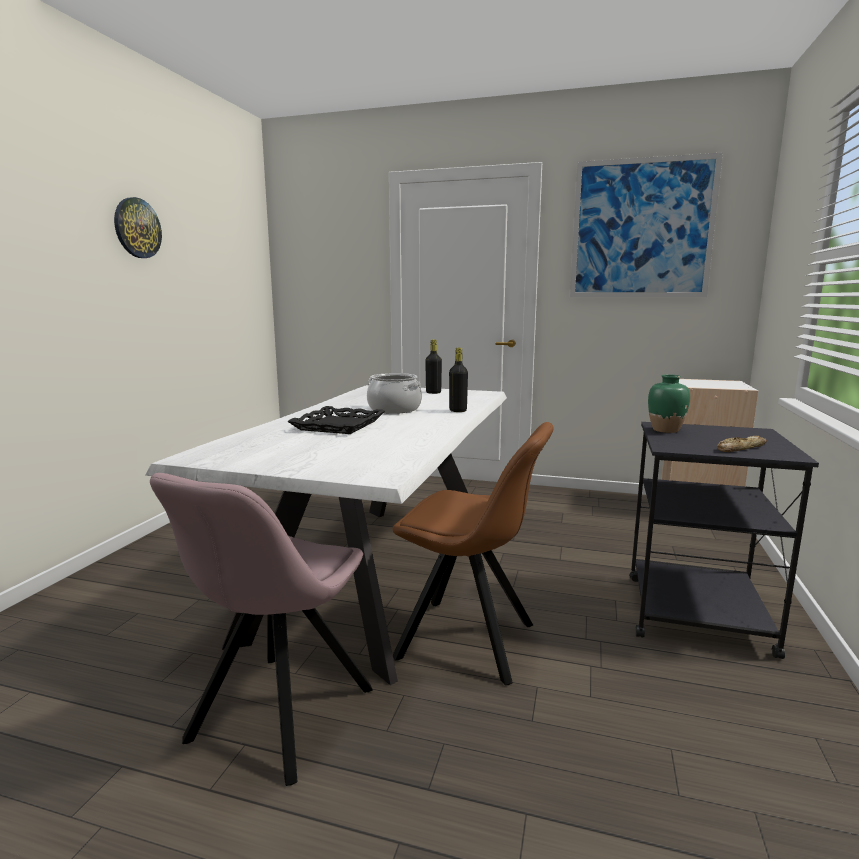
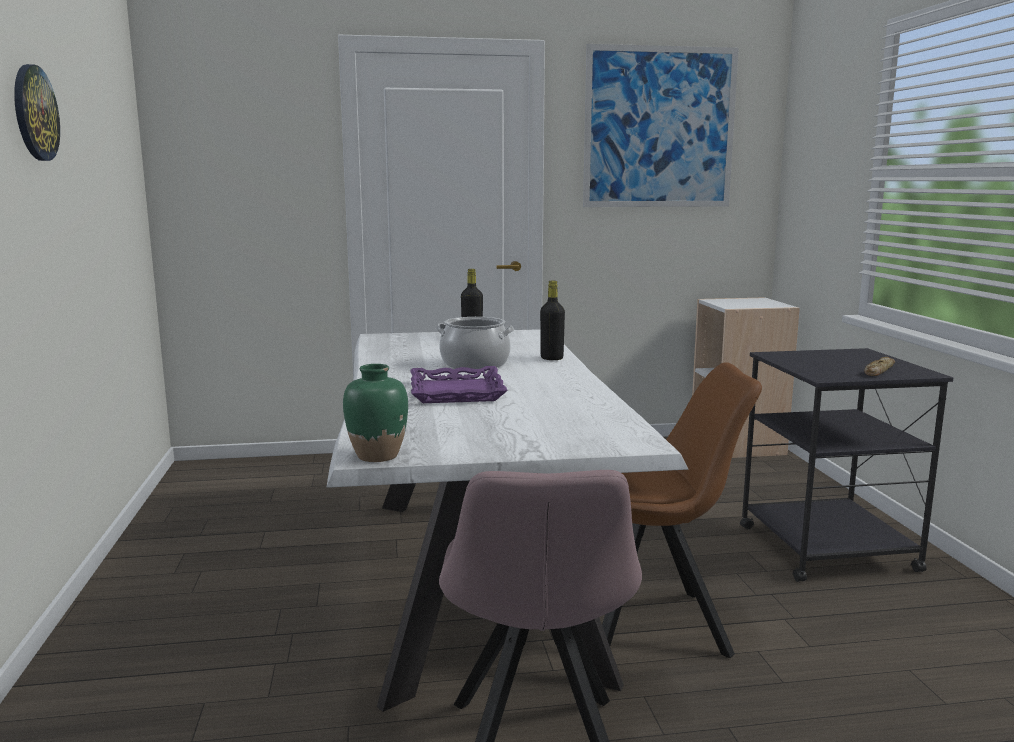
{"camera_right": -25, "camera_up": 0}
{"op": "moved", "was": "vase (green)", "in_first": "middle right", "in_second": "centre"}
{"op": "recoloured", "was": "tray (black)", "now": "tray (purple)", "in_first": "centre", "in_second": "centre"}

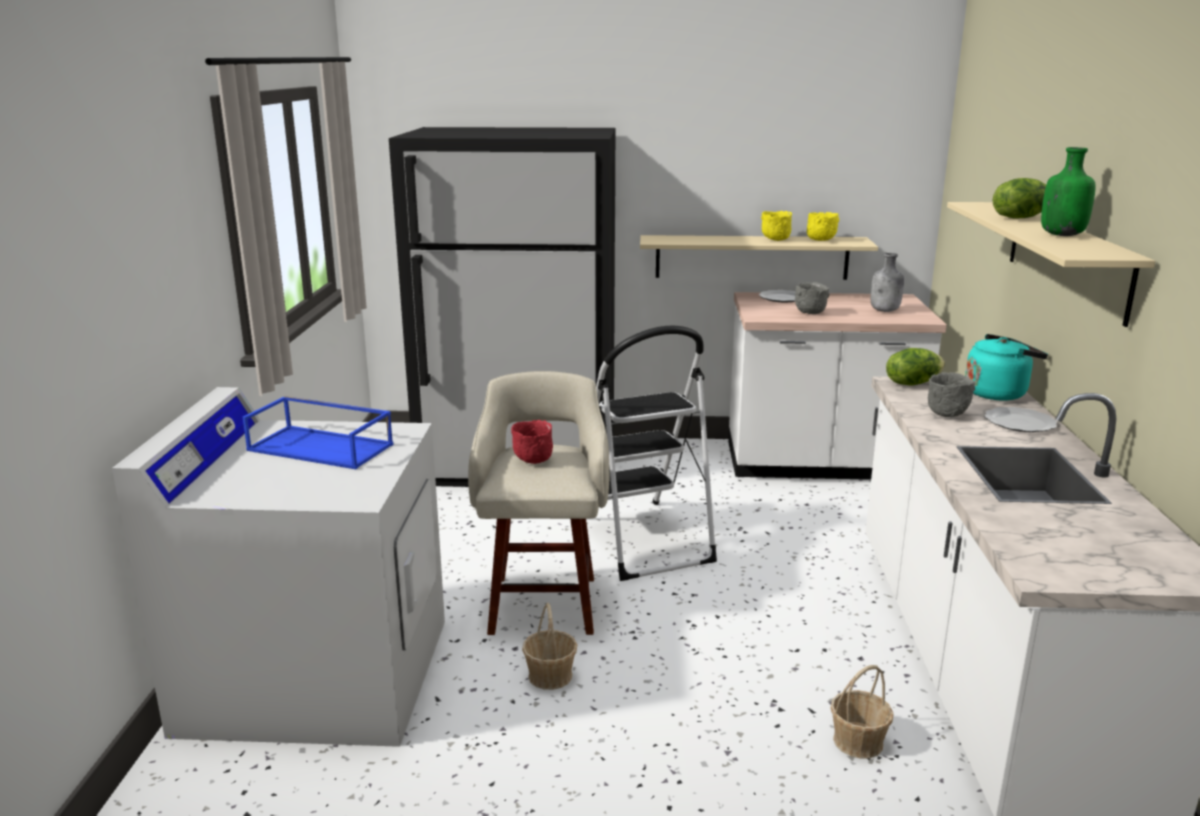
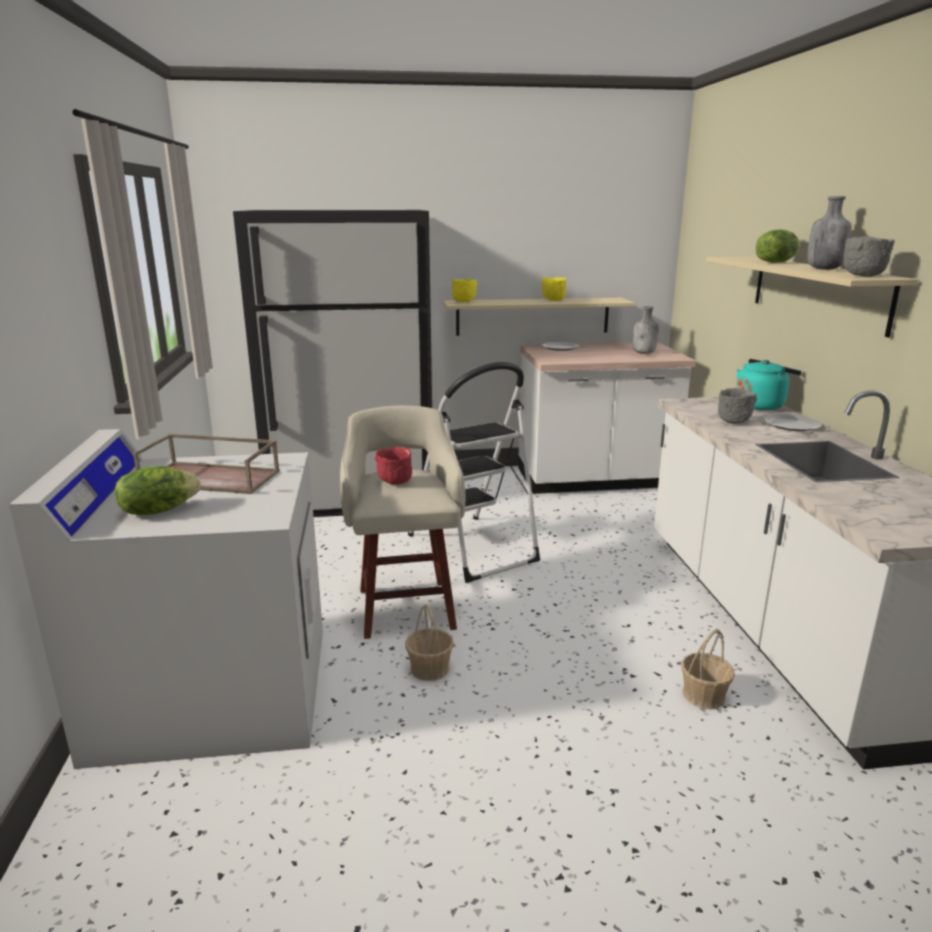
{"camera_right": -10, "camera_up": 0}
{"op": "moved", "was": "lettuce (1st from left)", "in_first": "middle right", "in_second": "middle left"}
{"op": "recoloured", "was": "tray (blue)", "now": "tray (brown)", "in_first": "middle left", "in_second": "middle left"}
{"op": "moved", "was": "bowl (yellow) (2nd from left in the first image)", "now": "bowl (yellow) (1st from left)", "in_first": "top right", "in_second": "top centre"}
{"op": "recoloured", "was": "bottle (green)", "now": "bottle (grey) (2nd from left)", "in_first": "top right", "in_second": "top right"}
{"op": "moved", "was": "bowl (grey) (1st from left in the first image)", "now": "bowl (grey) (2nd from left)", "in_first": "middle right", "in_second": "top right"}

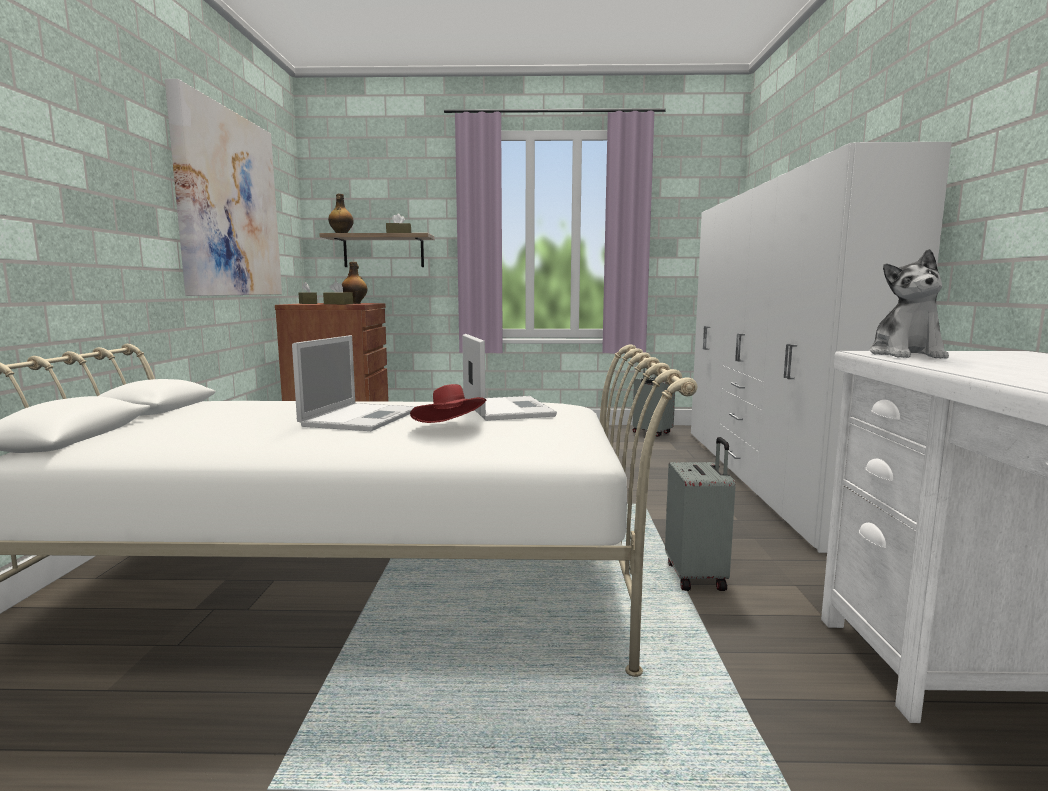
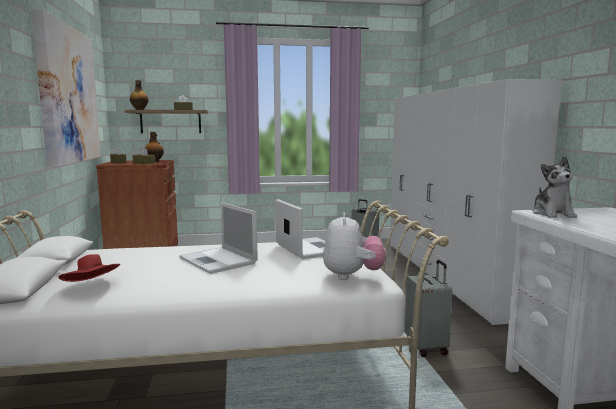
{"camera_right": -10, "camera_up": 0}
{"op": "moved", "was": "hat (red)", "in_first": "centre", "in_second": "middle left"}
{"op": "turned", "was": "laptop (1st from left)", "in_first": "centre", "in_second": "centre", "clockwise": 135}
{"op": "added", "now": "plush toy (1st from left)", "in_second": "centre"}

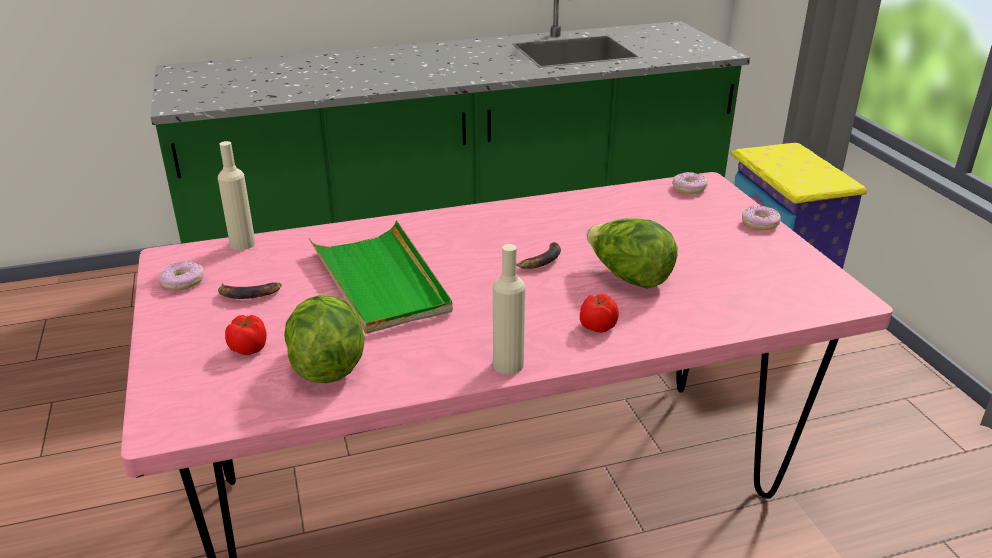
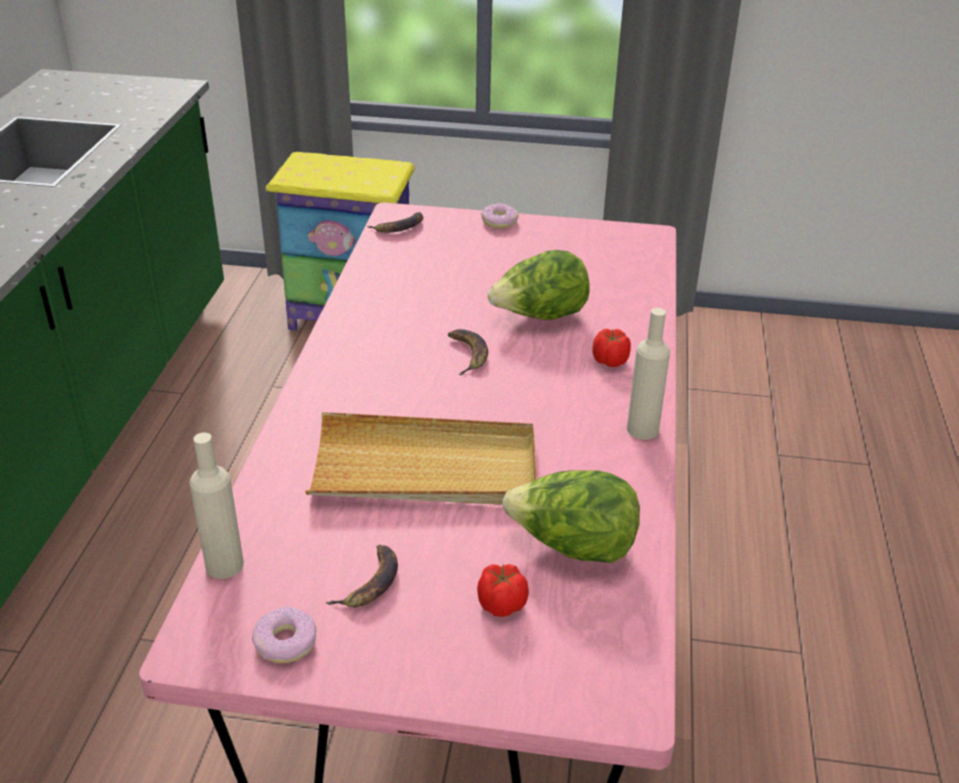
{"camera_right": -65, "camera_up": 5}
{"op": "recoloured", "was": "tray (green)", "now": "tray (beige)", "in_first": "centre", "in_second": "centre"}
{"op": "replaced", "was": "donut (2nd from left)", "now": "banana (2nd from left)", "in_first": "top right", "in_second": "top centre"}

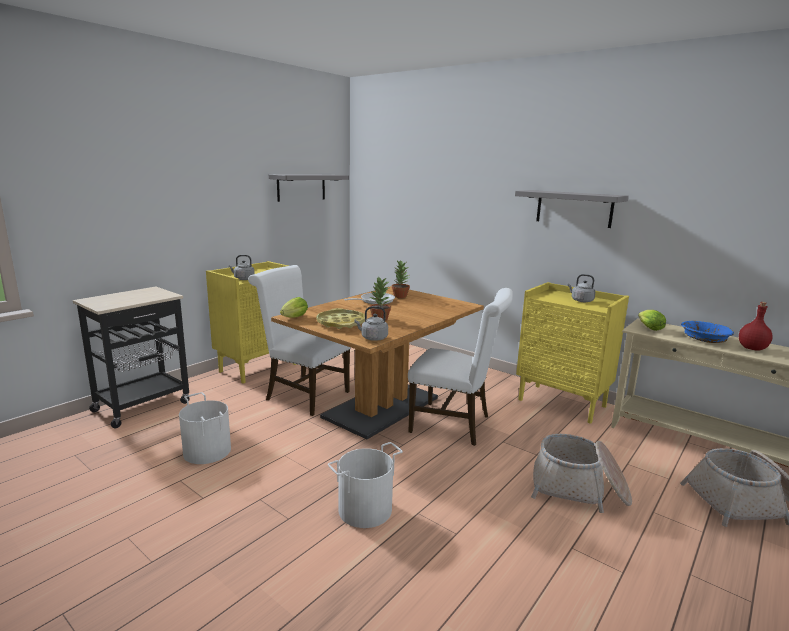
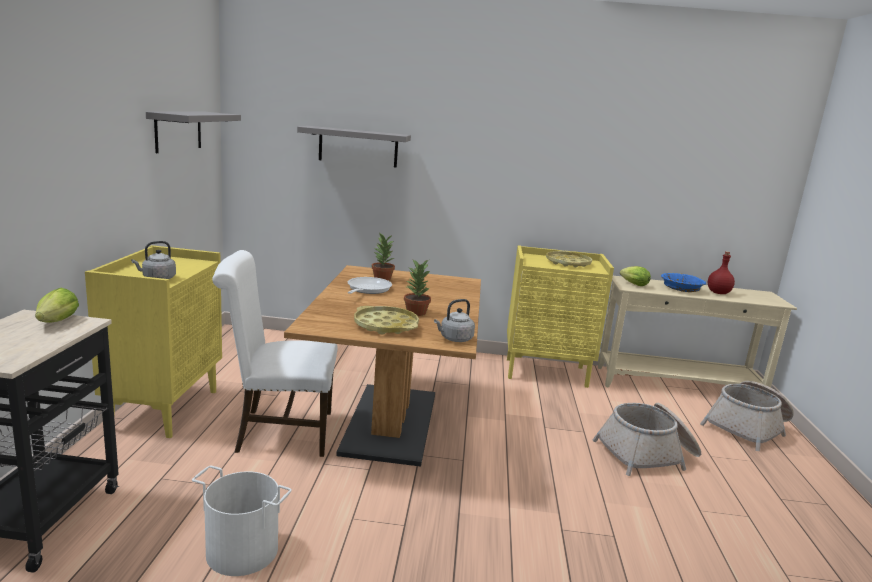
{"camera_right": -35, "camera_up": 0}
{"op": "moved", "was": "lettuce (1st from left)", "in_first": "centre", "in_second": "middle left"}
{"op": "moved", "was": "shelf (grey) (2nd from left)", "in_first": "top right", "in_second": "top centre"}
{"op": "replaced", "was": "kettle (grey) (3rd from left)", "now": "tray (yellow) (2nd from left)", "in_first": "middle right", "in_second": "centre"}
{"op": "removed", "was": "bucket (white) (2nd from left)", "in_first": "bottom centre"}
{"op": "removed", "was": "chair (white) (2nd from left)", "in_first": "centre"}

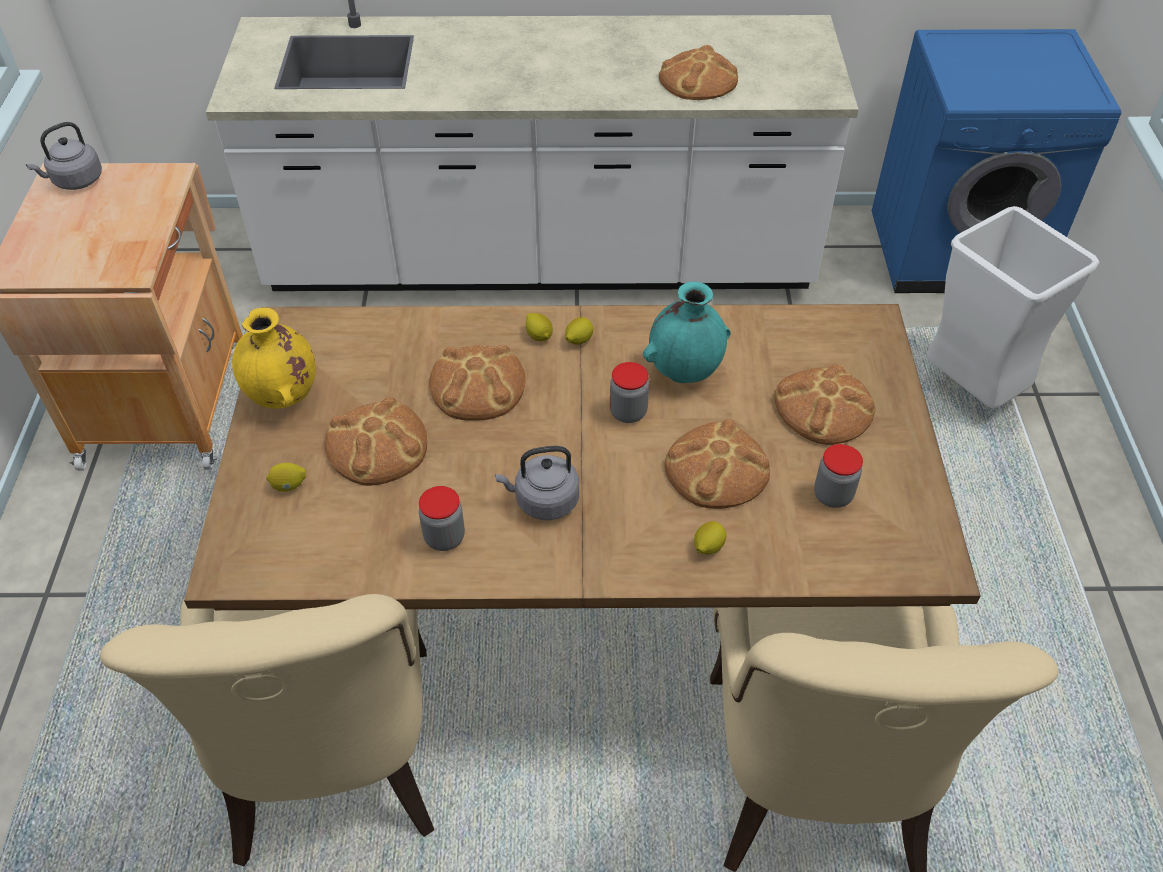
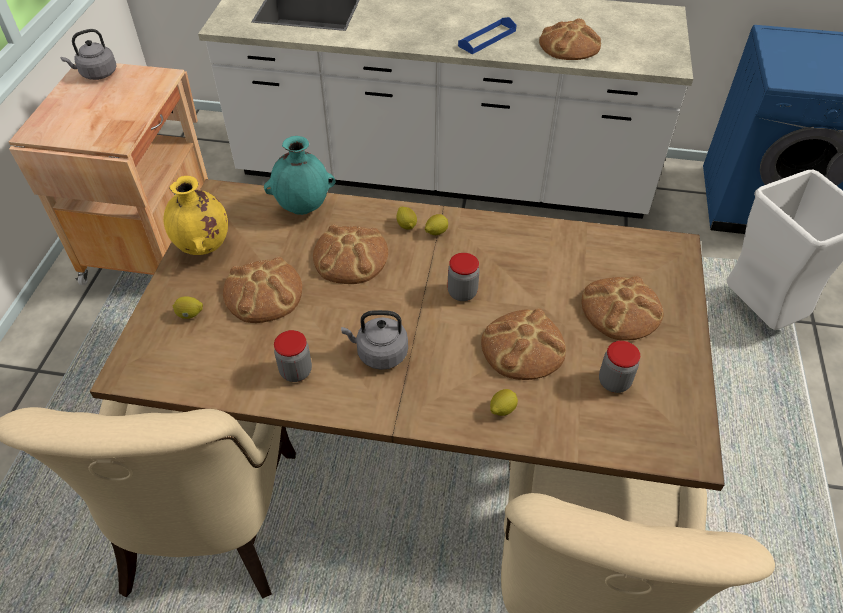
{"camera_right": 10, "camera_up": 0}
{"op": "moved", "was": "vase (turquoise)", "in_first": "centre", "in_second": "top centre"}
{"op": "added", "now": "tray (blue)", "in_second": "top centre"}

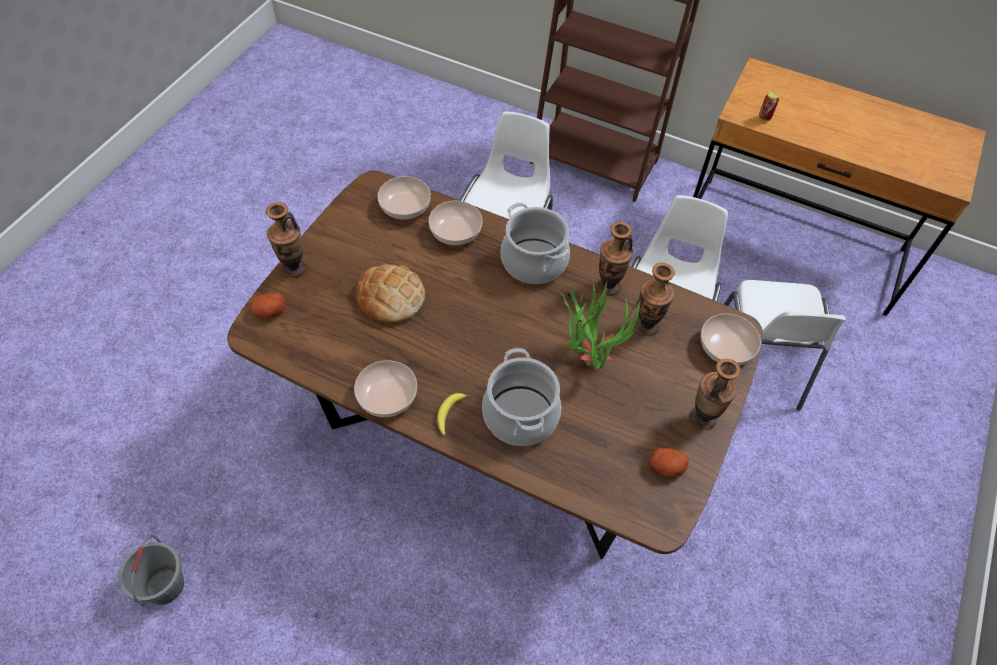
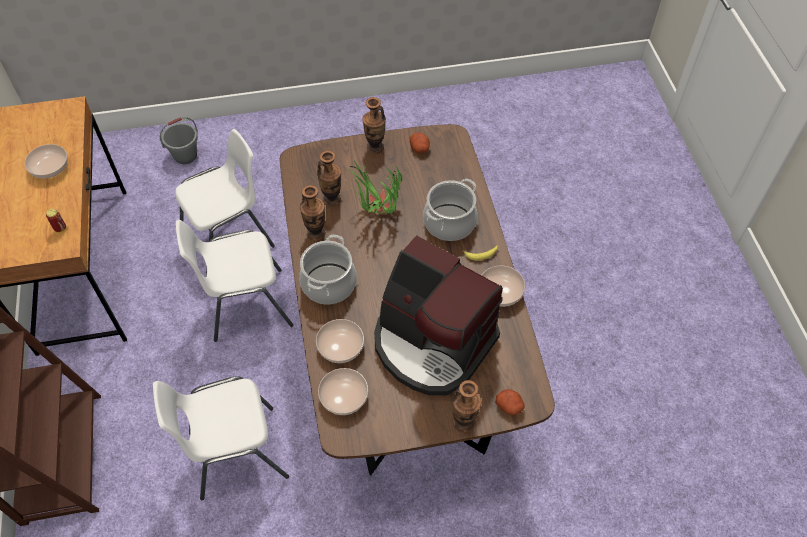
{"camera_right": -125, "camera_up": 0}
{"op": "moved", "was": "bowl (4th from left in the first image)", "now": "bowl (1st from left)", "in_first": "middle right", "in_second": "top left"}
{"op": "moved", "was": "bucket (grey)", "in_first": "bottom left", "in_second": "top left"}
{"op": "replaced", "was": "bread", "now": "coffee machine", "in_first": "centre", "in_second": "centre"}

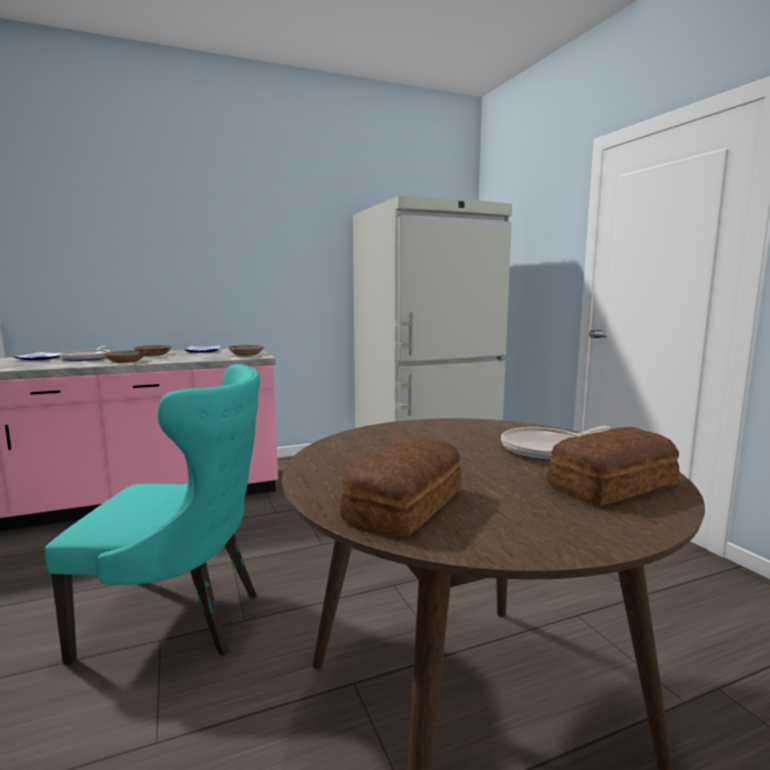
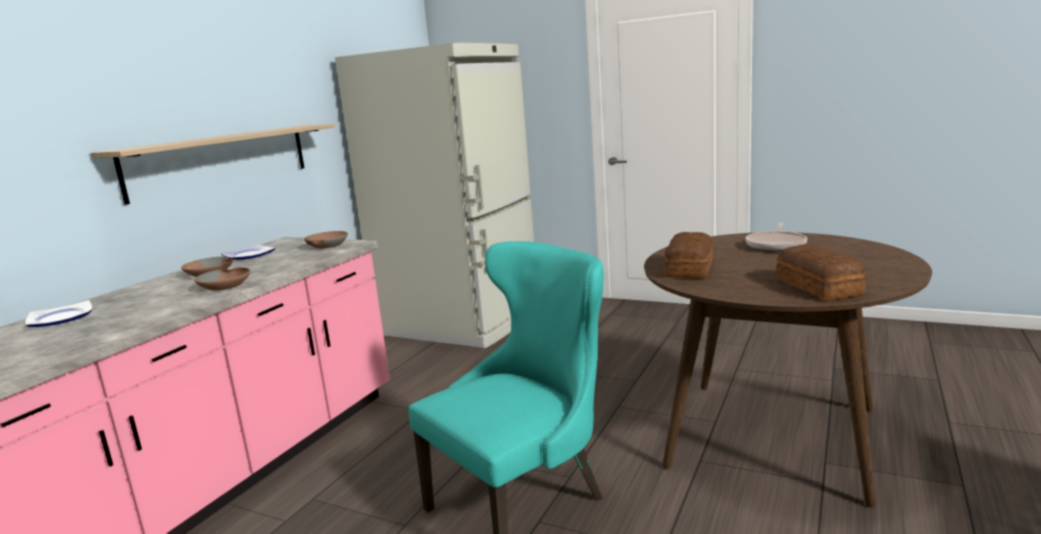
{"camera_right": -40, "camera_up": 5}
{"op": "added", "now": "shelf", "in_second": "top left"}
{"op": "moved", "was": "bread (2nd from left in the first image)", "now": "bread (1st from left)", "in_first": "middle right", "in_second": "centre"}
{"op": "removed", "was": "frying pan (1st from left)", "in_first": "middle left"}

